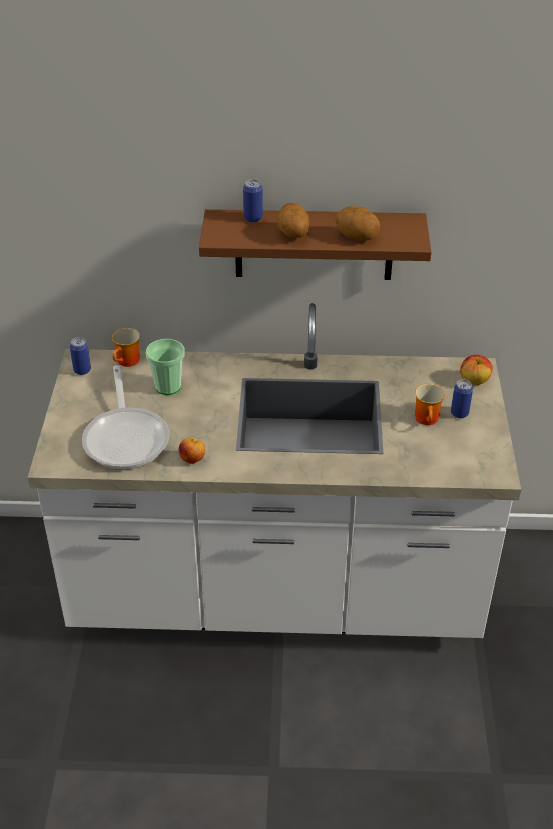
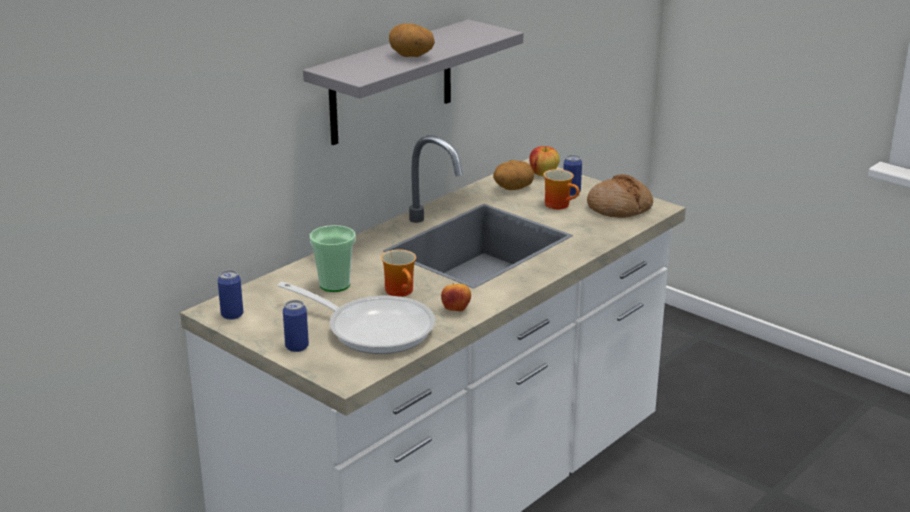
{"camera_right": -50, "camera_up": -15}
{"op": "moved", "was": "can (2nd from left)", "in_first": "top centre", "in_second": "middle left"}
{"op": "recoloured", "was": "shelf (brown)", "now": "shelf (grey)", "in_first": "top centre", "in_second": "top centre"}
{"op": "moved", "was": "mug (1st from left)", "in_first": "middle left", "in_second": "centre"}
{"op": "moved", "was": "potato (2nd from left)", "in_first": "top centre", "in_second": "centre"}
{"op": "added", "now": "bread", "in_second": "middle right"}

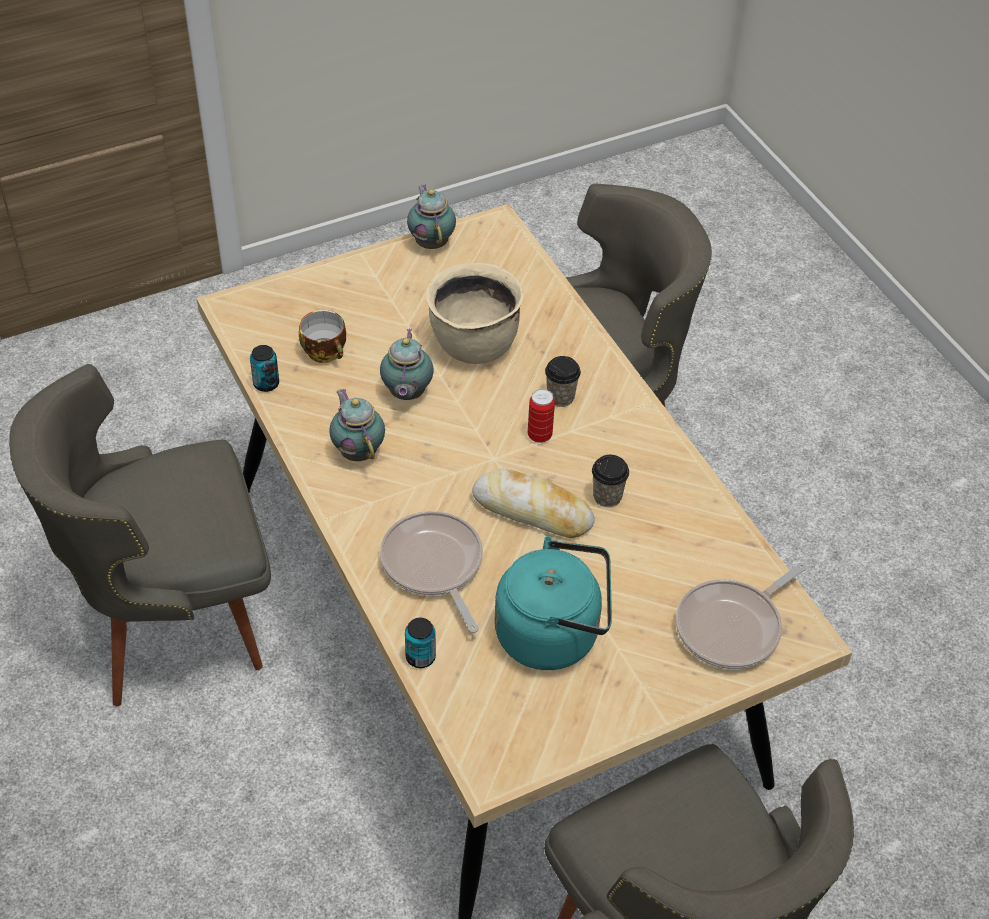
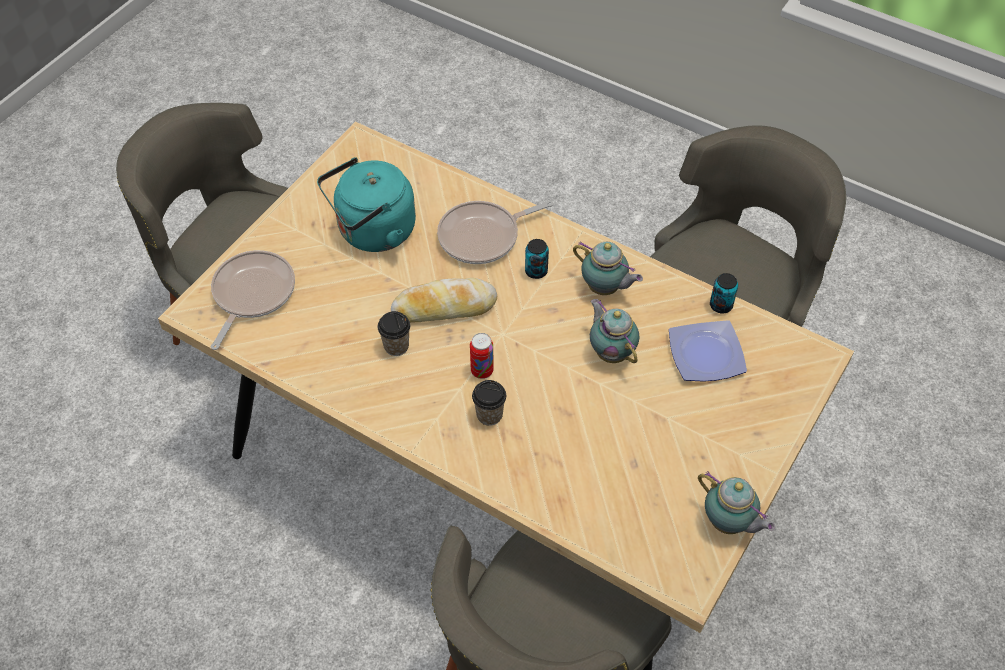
{"camera_right": 150, "camera_up": 5}
{"op": "turned", "was": "frying pan (1st from left in the first image)", "in_first": "centre", "in_second": "centre", "clockwise": 120}
{"op": "moved", "was": "can (2nd from left)", "in_first": "bottom centre", "in_second": "centre"}
{"op": "replaced", "was": "cup (1st from left)", "now": "plate", "in_first": "middle left", "in_second": "middle right"}
{"op": "removed", "was": "cooking pot (beige)", "in_first": "centre"}

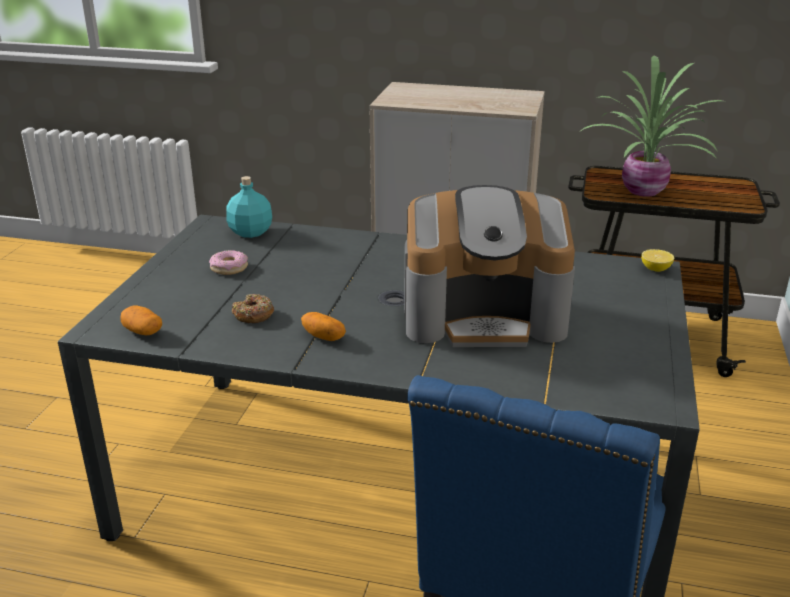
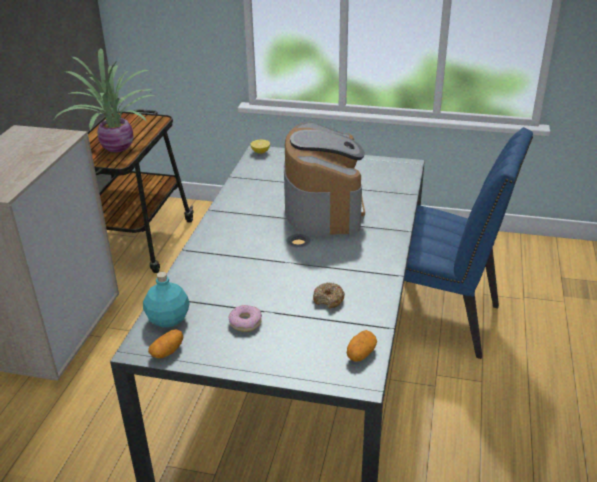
{"camera_right": -90, "camera_up": 5}
{"op": "moved", "was": "potato (2nd from left in the first image)", "now": "potato (1st from left)", "in_first": "centre", "in_second": "bottom left"}

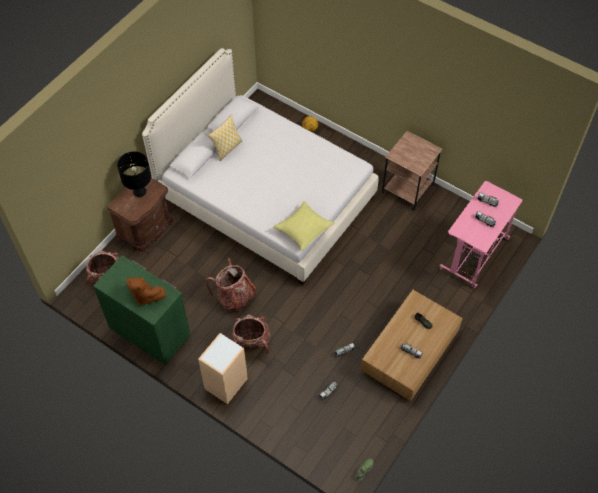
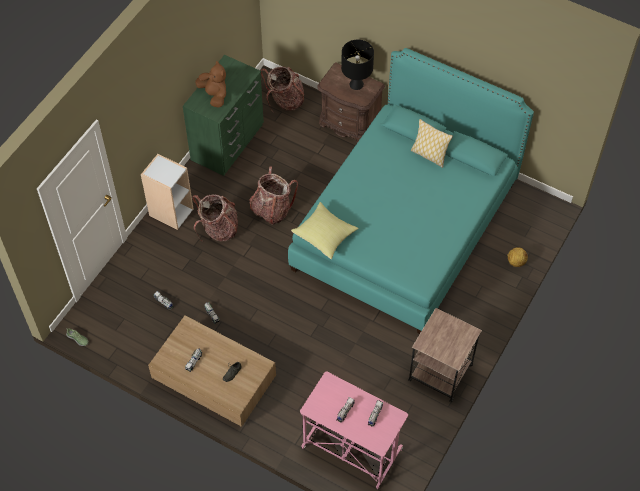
{"camera_right": 85, "camera_up": 0}
{"op": "turned", "was": "plush toy (brown)", "in_first": "middle left", "in_second": "top left", "clockwise": 120}
{"op": "recoloured", "was": "bed (white)", "now": "bed (turquoise)", "in_first": "centre", "in_second": "centre"}

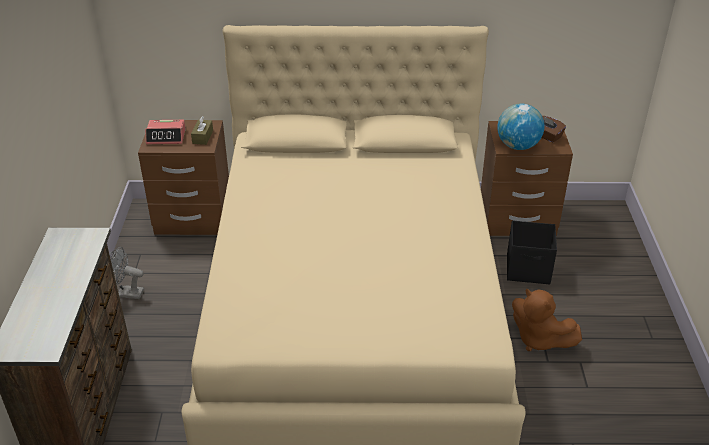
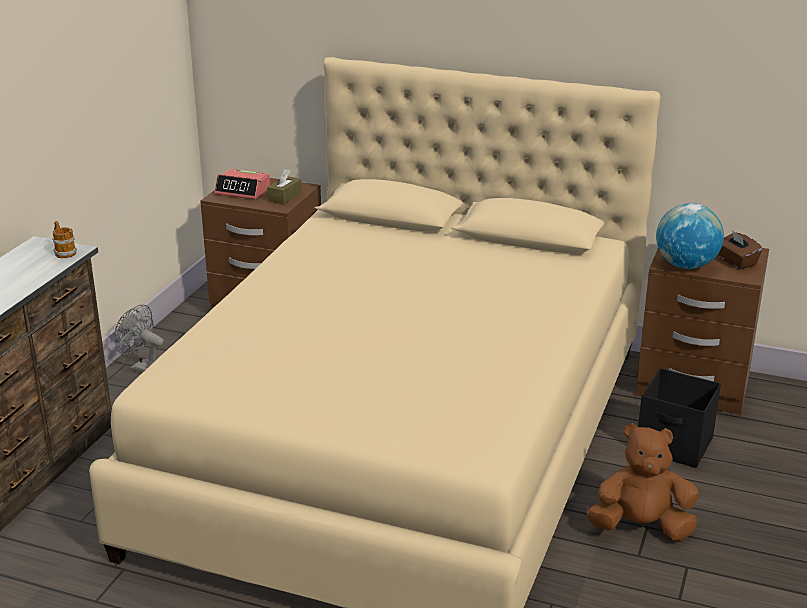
{"camera_right": 20, "camera_up": -10}
{"op": "added", "now": "mug", "in_second": "middle left"}
{"op": "turned", "was": "plush toy (brown)", "in_first": "bottom right", "in_second": "bottom right", "clockwise": 120}

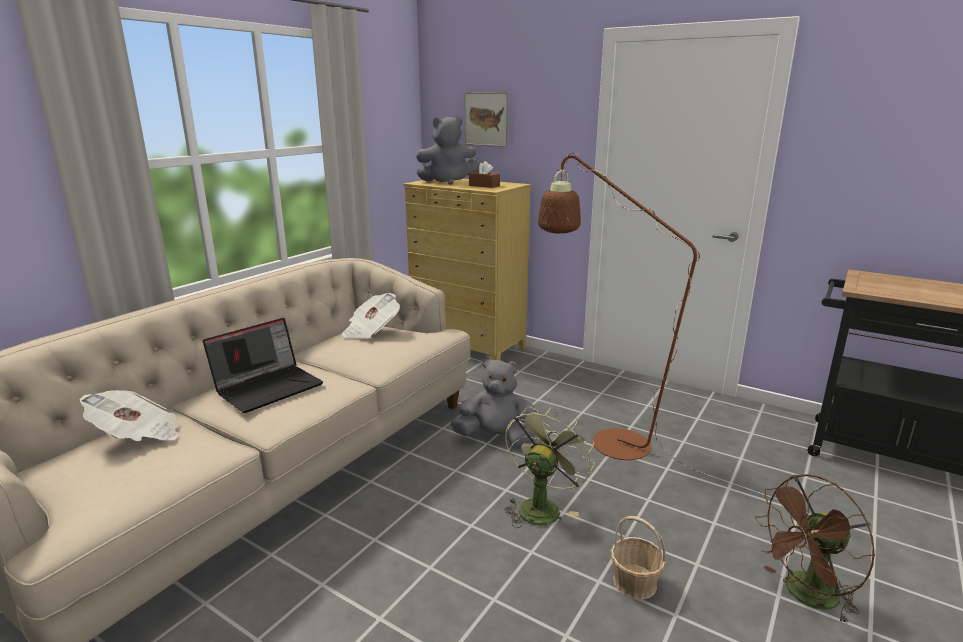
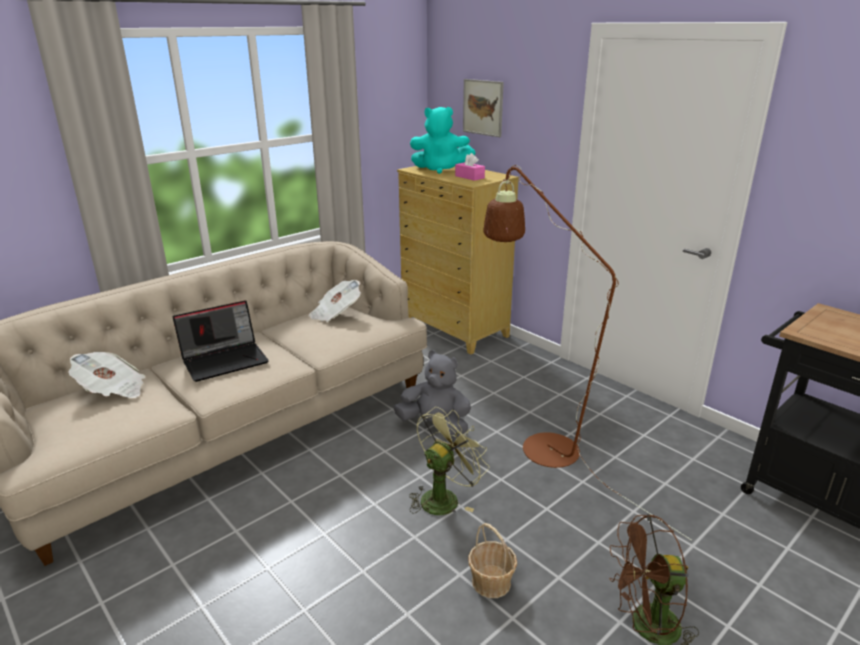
{"camera_right": 15, "camera_up": 5}
{"op": "recoloured", "was": "plush toy (grey) (1st from left)", "now": "plush toy (turquoise)", "in_first": "top centre", "in_second": "top centre"}
{"op": "recoloured", "was": "tissue box (brown)", "now": "tissue box (pink)", "in_first": "top centre", "in_second": "top centre"}

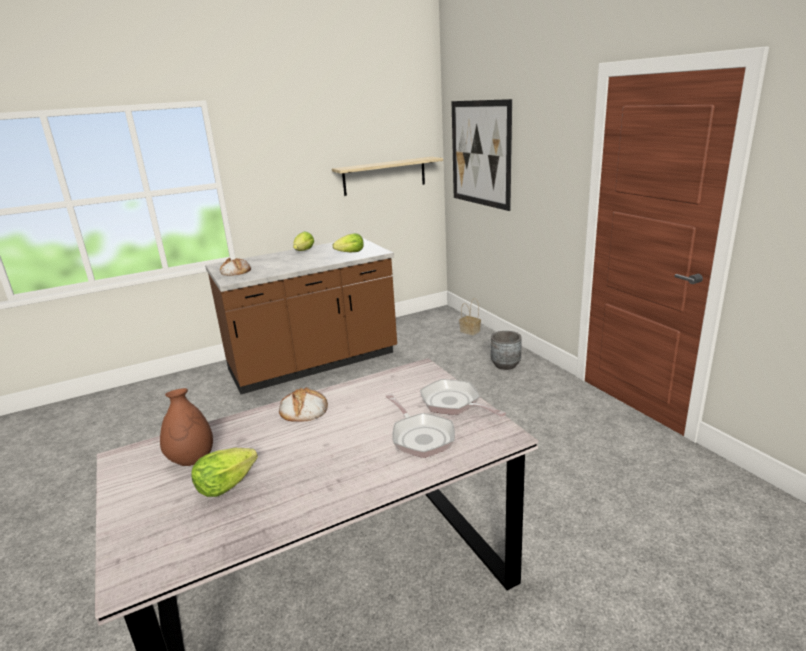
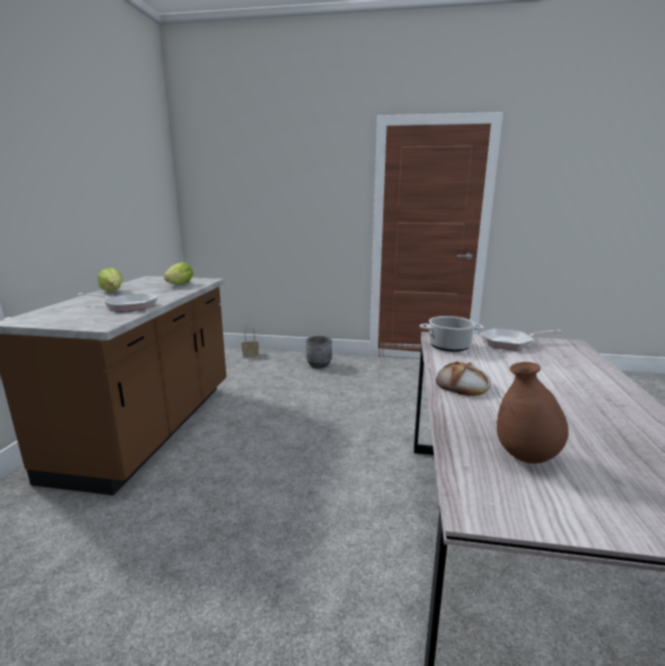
{"camera_right": -55, "camera_up": -5}
{"op": "moved", "was": "frying pan (1st from left)", "in_first": "centre", "in_second": "middle left"}
{"op": "added", "now": "cooking pot", "in_second": "middle right"}
{"op": "removed", "was": "lettuce (1st from left)", "in_first": "bottom left"}
{"op": "removed", "was": "bread (1st from left)", "in_first": "middle left"}
{"op": "removed", "was": "shelf", "in_first": "top centre"}
{"op": "removed", "was": "picture", "in_first": "top centre"}

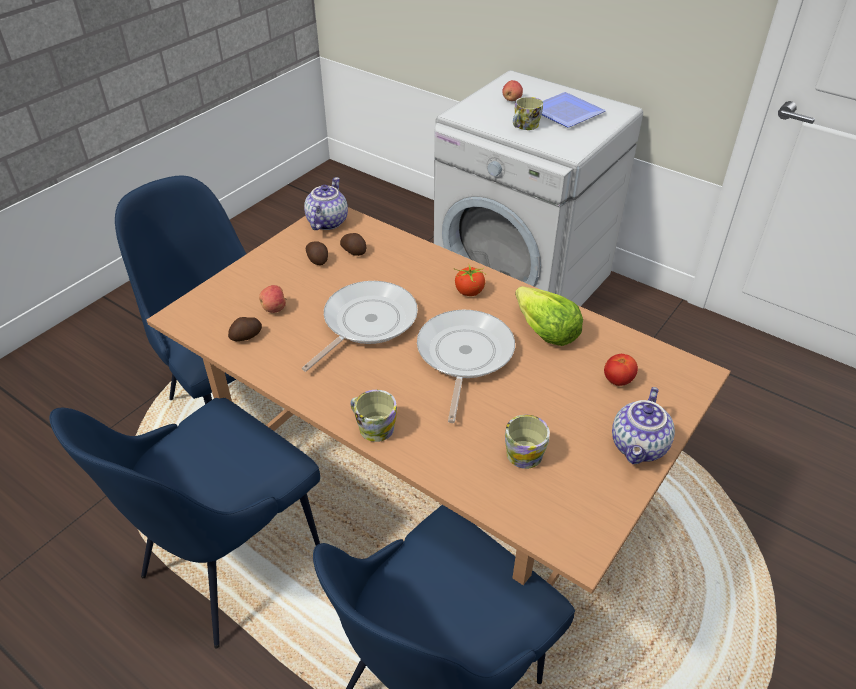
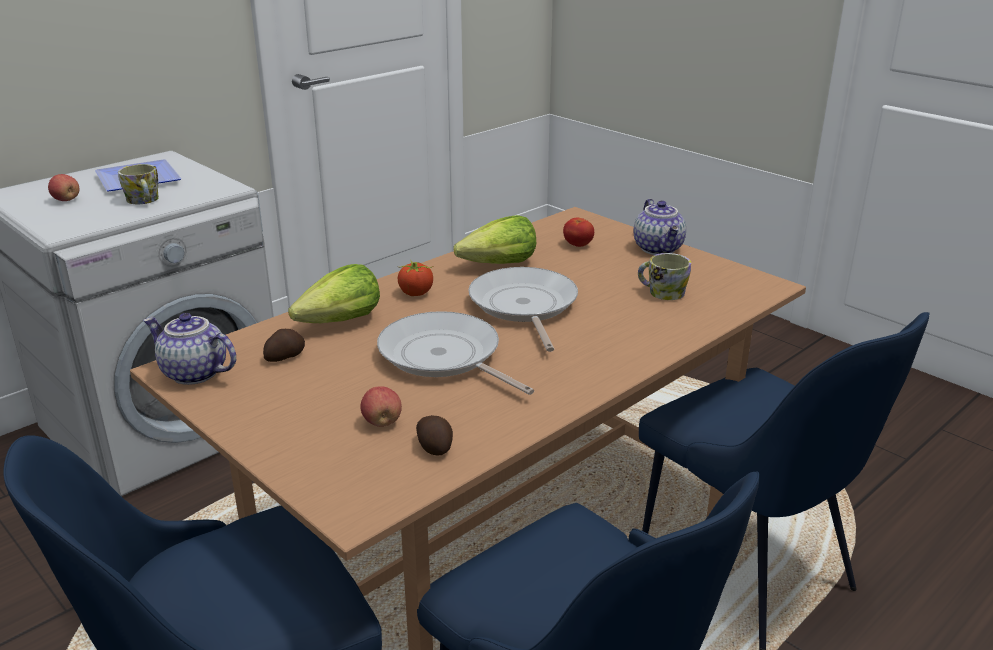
{"camera_right": -80, "camera_up": -15}
{"op": "added", "now": "lettuce (1st from left)", "in_second": "centre"}
{"op": "turned", "was": "frying pan (2nd from left)", "in_first": "centre", "in_second": "centre", "clockwise": 60}
{"op": "turned", "was": "teapot (2nd from left)", "in_first": "middle right", "in_second": "centre", "clockwise": 45}
{"op": "removed", "was": "potato (2nd from left)", "in_first": "centre"}
{"op": "removed", "was": "mug (1st from left)", "in_first": "centre"}

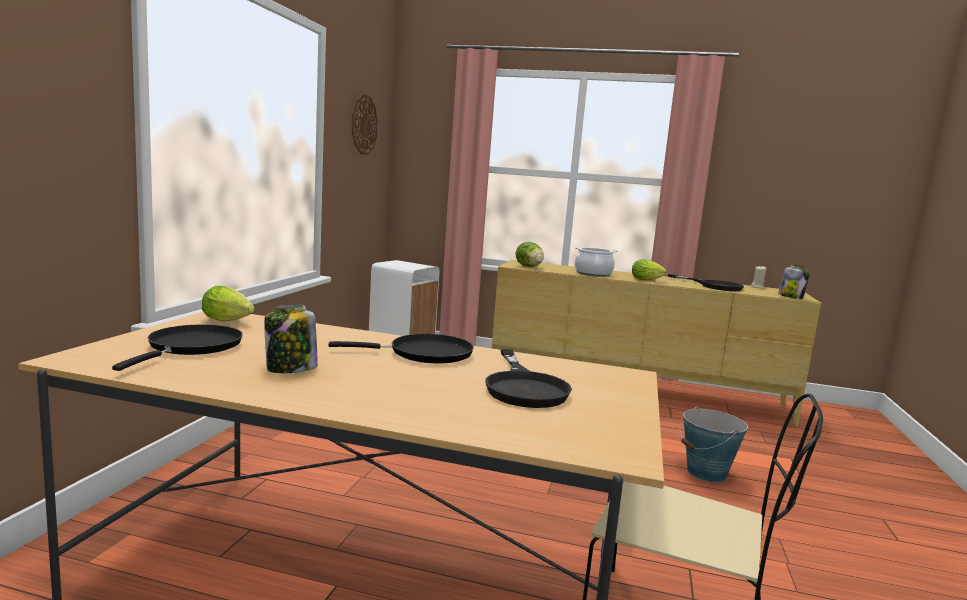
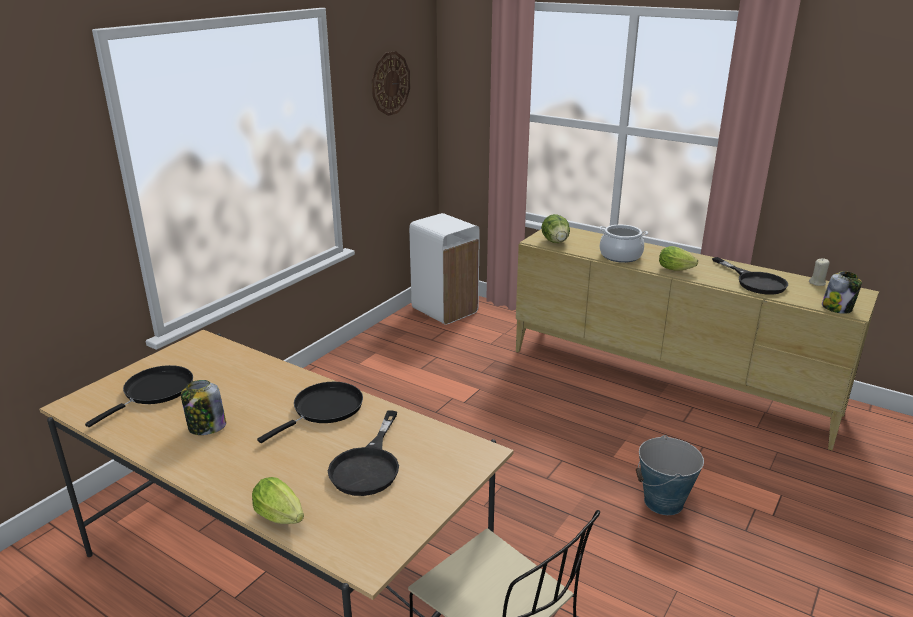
{"camera_right": 20, "camera_up": 15}
{"op": "moved", "was": "lettuce (1st from left)", "in_first": "middle left", "in_second": "bottom left"}
{"op": "turned", "was": "frying pan (black) (2nd from left)", "in_first": "centre", "in_second": "bottom centre", "clockwise": -60}

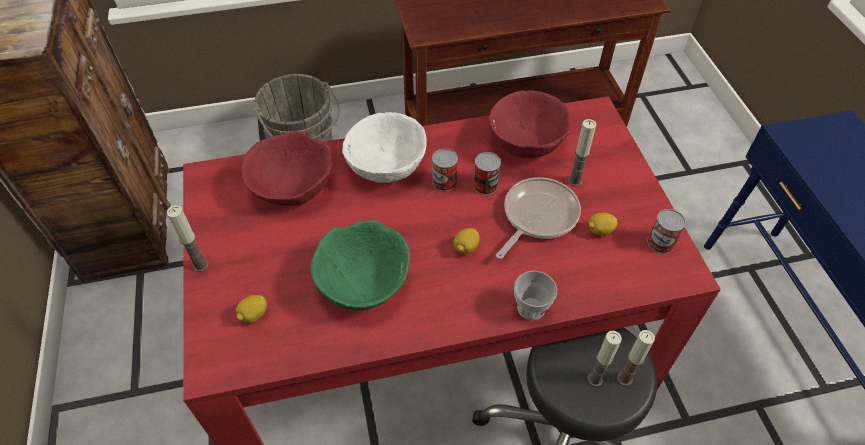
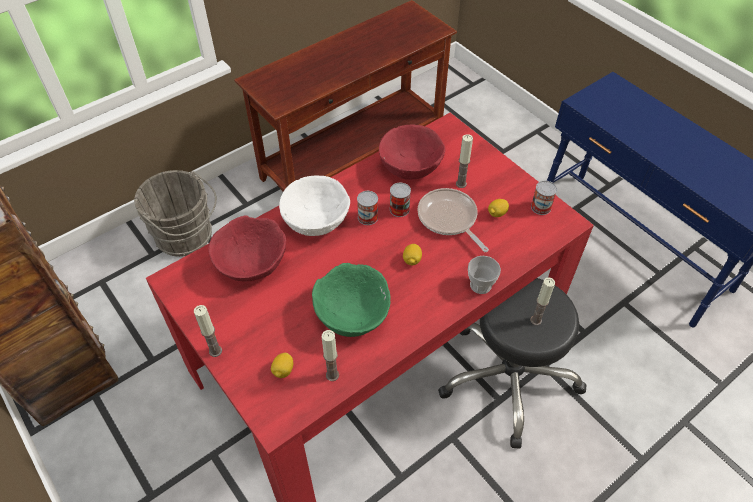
{"camera_right": -25, "camera_up": 0}
{"op": "moved", "was": "candle (4th from left in the first image)", "now": "candle (2nd from left)", "in_first": "bottom right", "in_second": "bottom centre"}
{"op": "turned", "was": "frying pan", "in_first": "centre", "in_second": "centre", "clockwise": -45}

